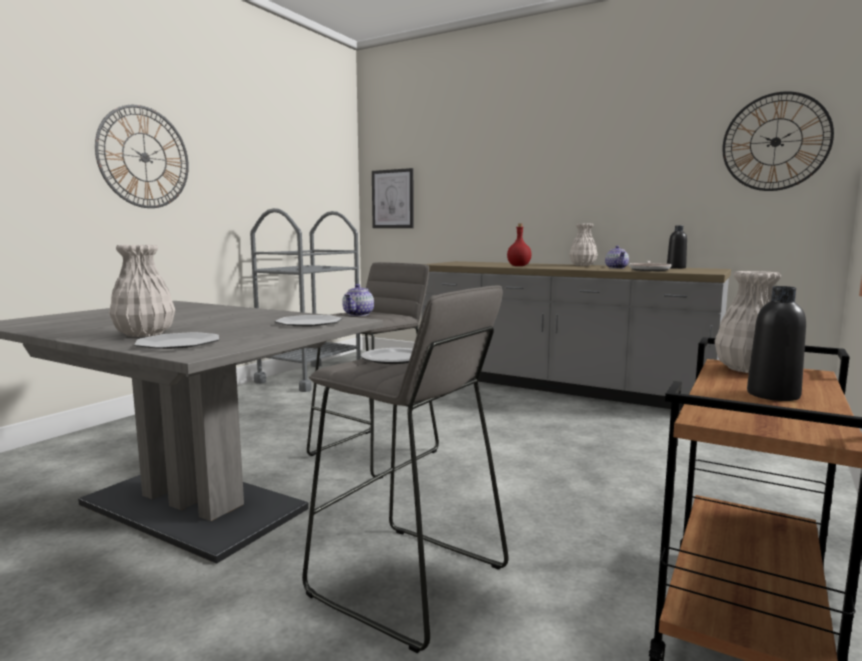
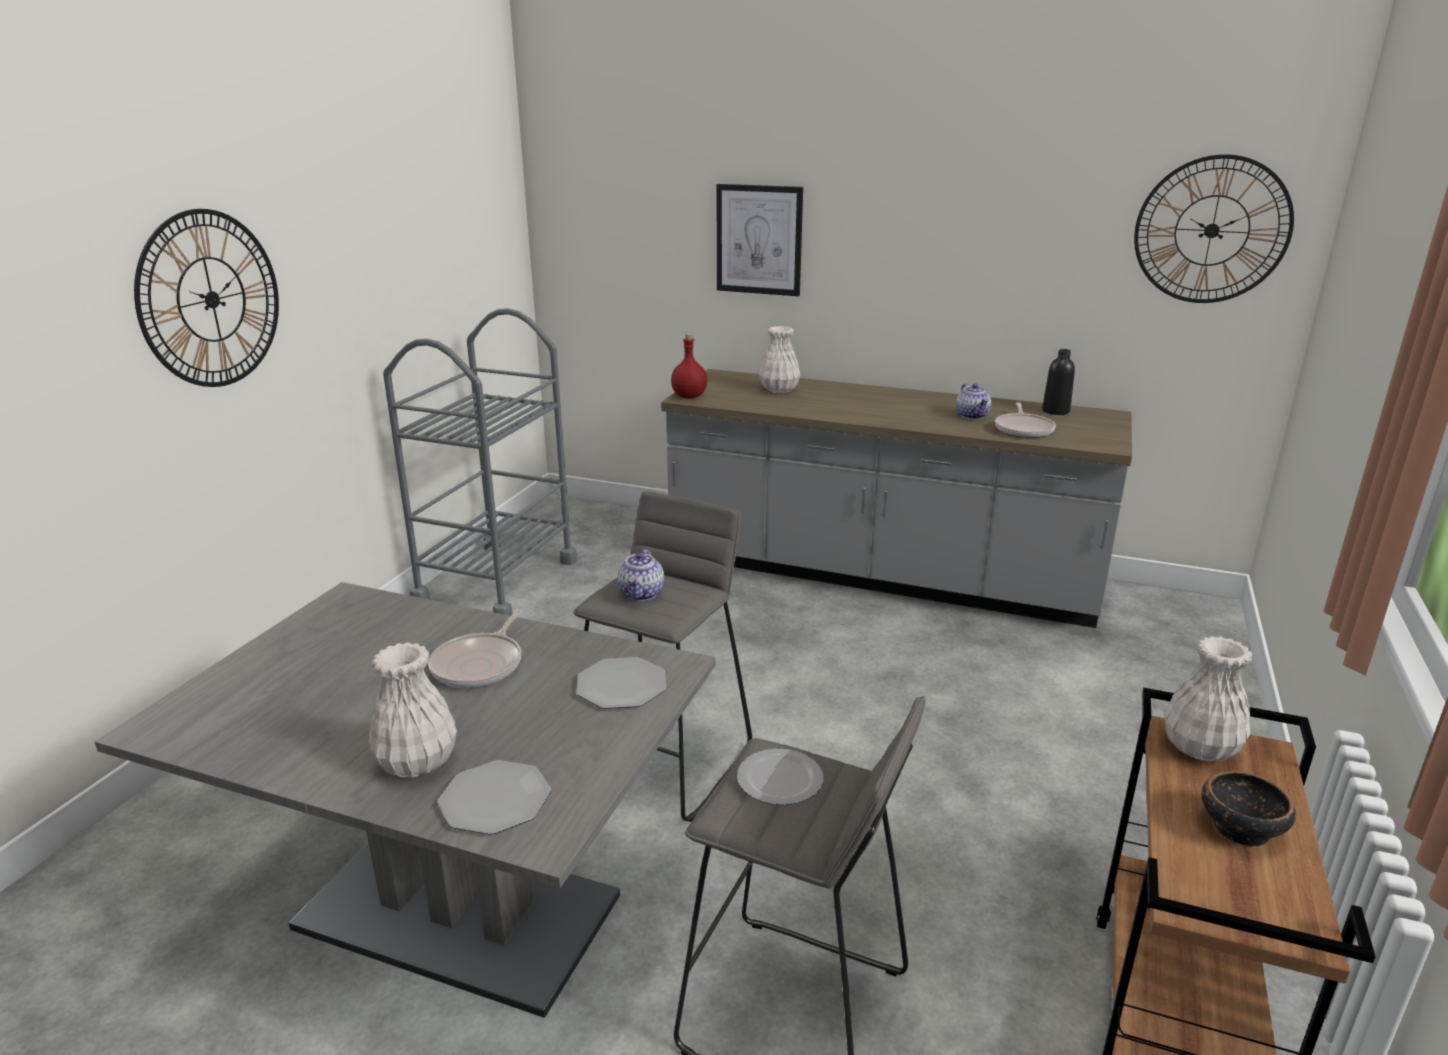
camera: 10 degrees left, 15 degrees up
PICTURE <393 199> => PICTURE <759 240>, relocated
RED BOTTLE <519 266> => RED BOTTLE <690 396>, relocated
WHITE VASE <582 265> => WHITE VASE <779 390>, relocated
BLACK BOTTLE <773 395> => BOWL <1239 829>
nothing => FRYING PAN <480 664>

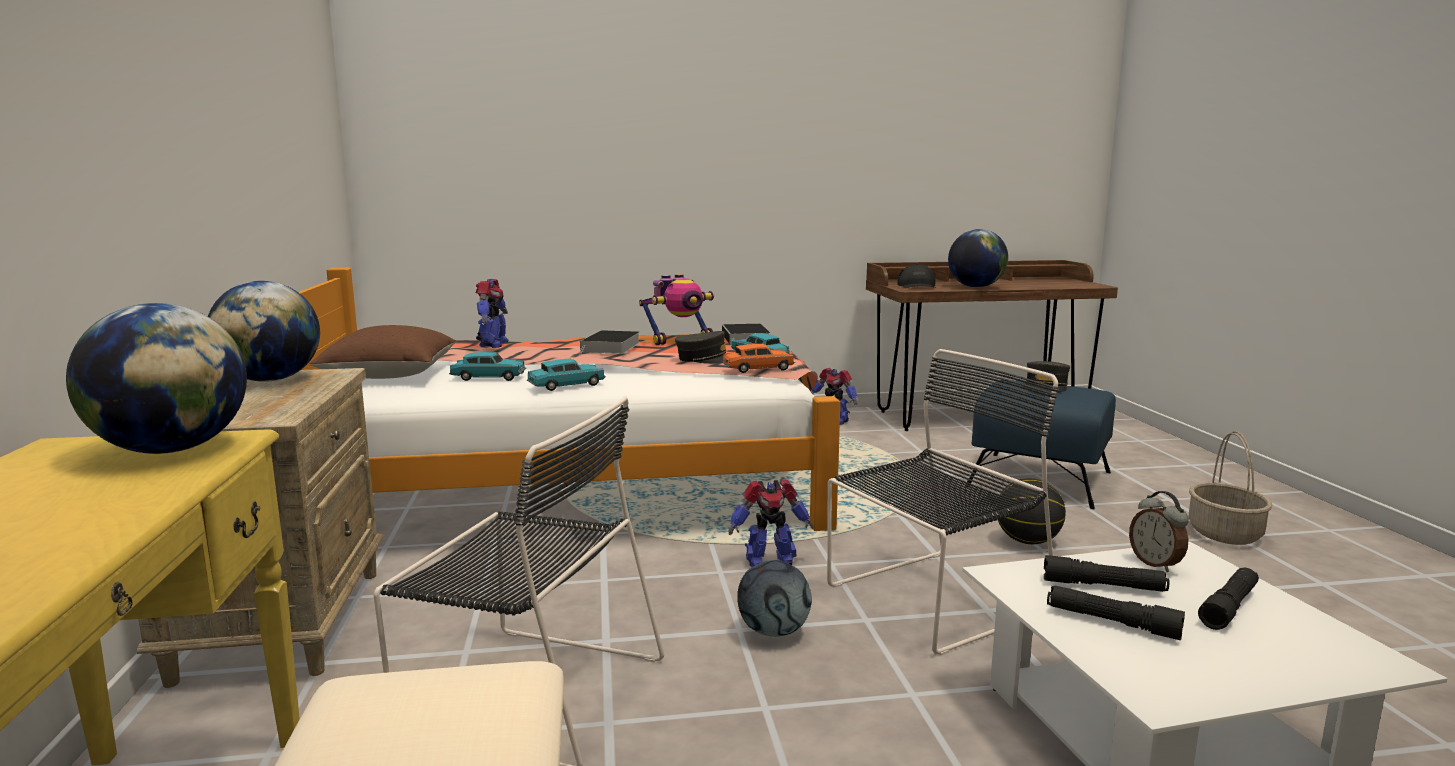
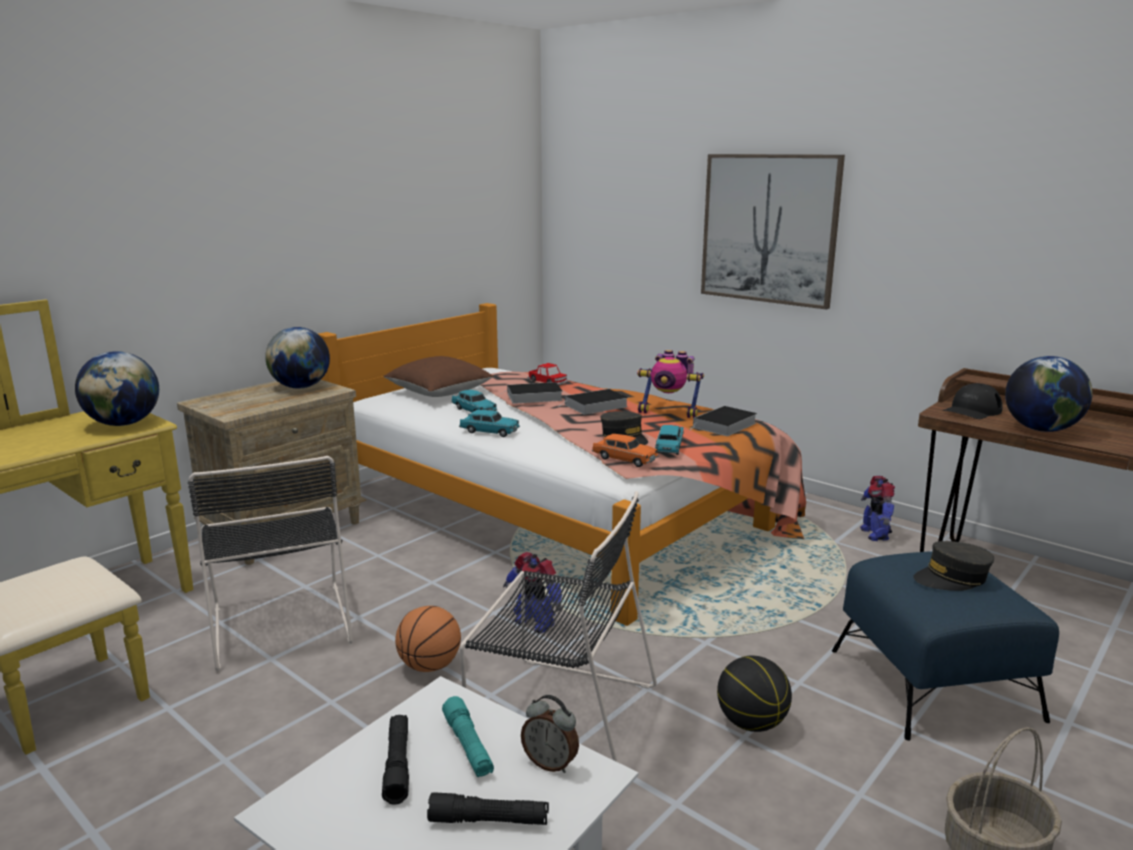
camera: 50 degrees right, 5 degrees up
TOY ROBOT <492 344> => TOY CAR <547 382>
ALARM CLOCK <1156 564> => ALARM CLOCK <550 763>, 90 degrees counterclockwise
BLACK FLASHLIGHT <1103 586> => TURQUOISE FLASHLIGHT <468 746>
FOOTBALL <773 632> => BASKETBALL <429 666>
nothing => PICTURE <769 229>
nothing => BOOK <532 397>

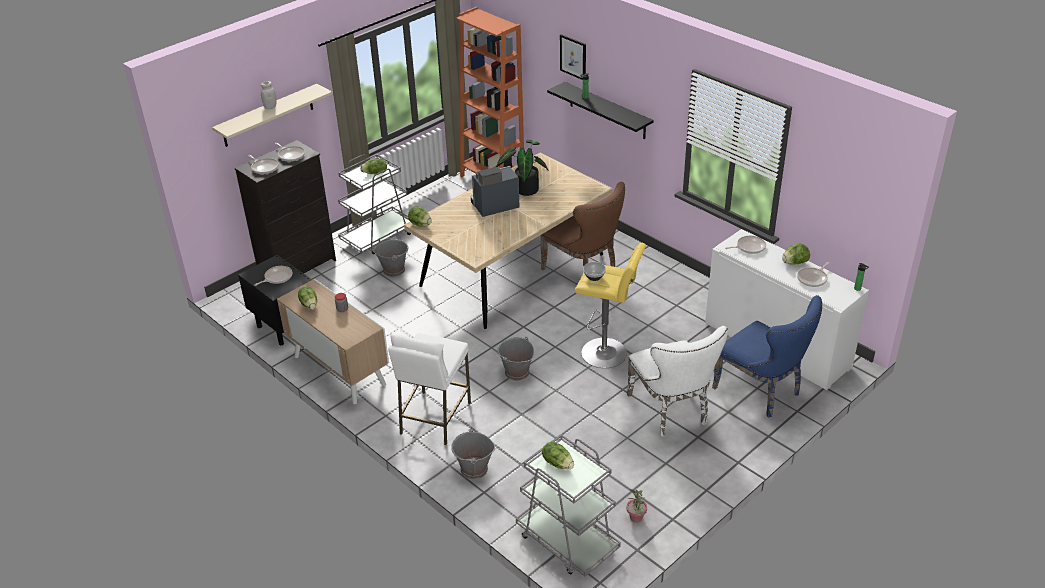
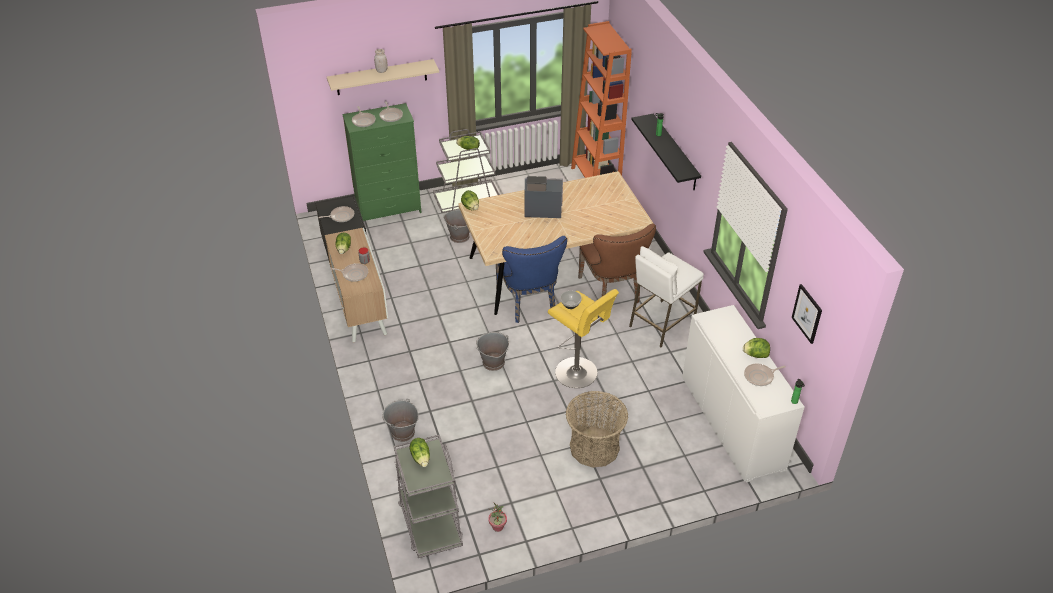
camera: 25 degrees right, 5 degrees up
PICTURE <573 57> => PICTURE <807 313>, relocated
BLACK DRESSER <298 268> => GREEN DRESSER <389 209>
POTTED PLANT <524 188> => nothing
FRYING PAN <749 247> => FRYING PAN <354 274>, relocated
BLUE CHAIR <762 392> => BLUE CHAIR <529 304>, relocated
WHITE CHAIR <672 412> => BASKET <594 447>
WHITE STOOL <435 418> => WHITE STOOL <661 324>, relocated

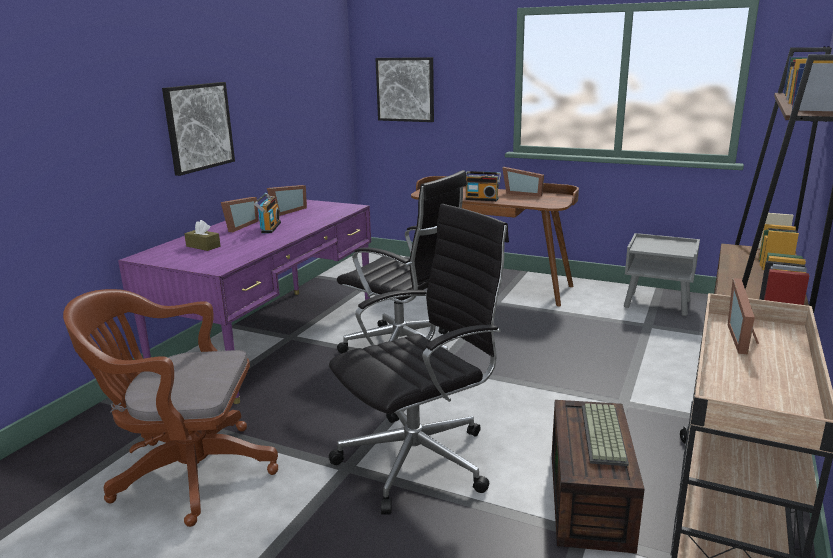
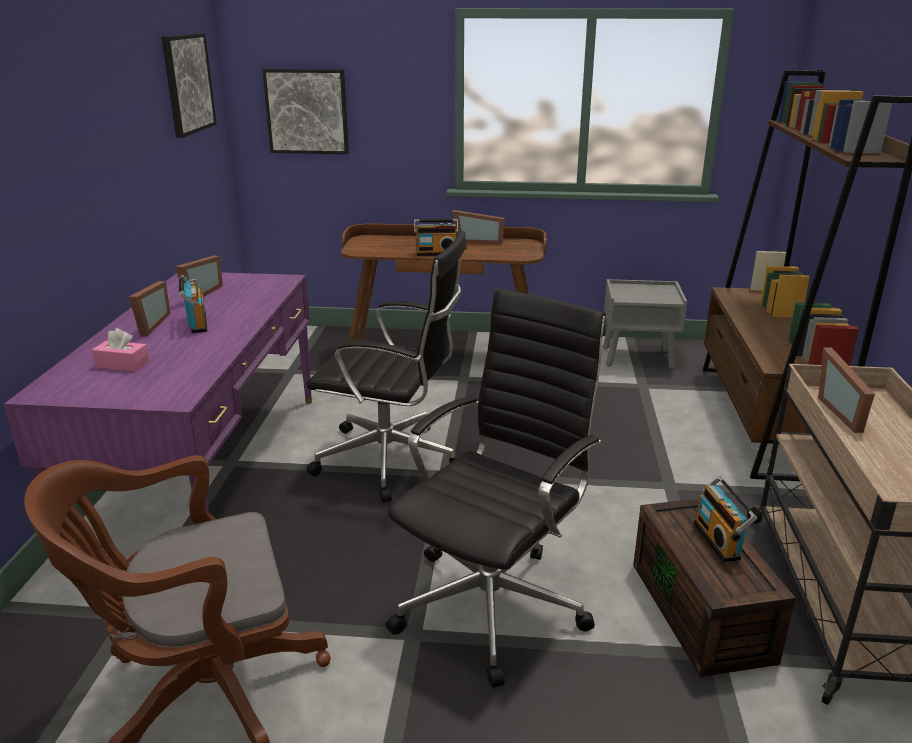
camera: 20 degrees left, 5 degrees up
PICTURE <198 127> => PICTURE <187 84>, relocated
BROWN TISSUE BOX <203 246> => PINK TISSUE BOX <122 364>
KEYBOARD <605 435> => RADIO <719 540>

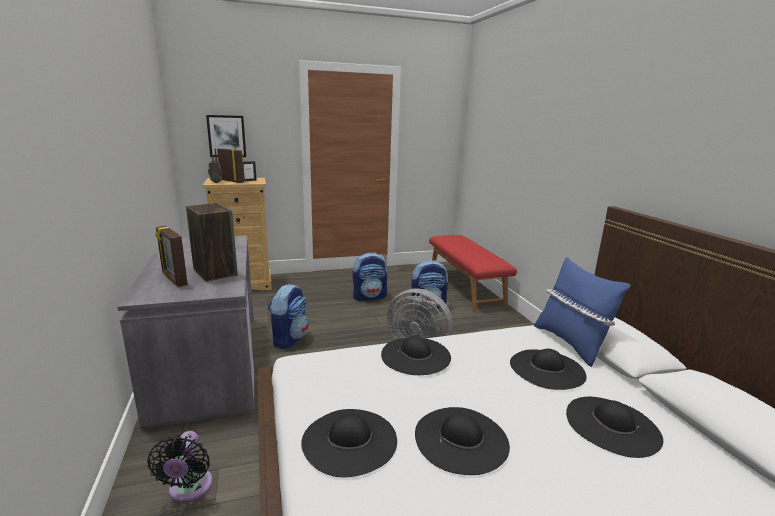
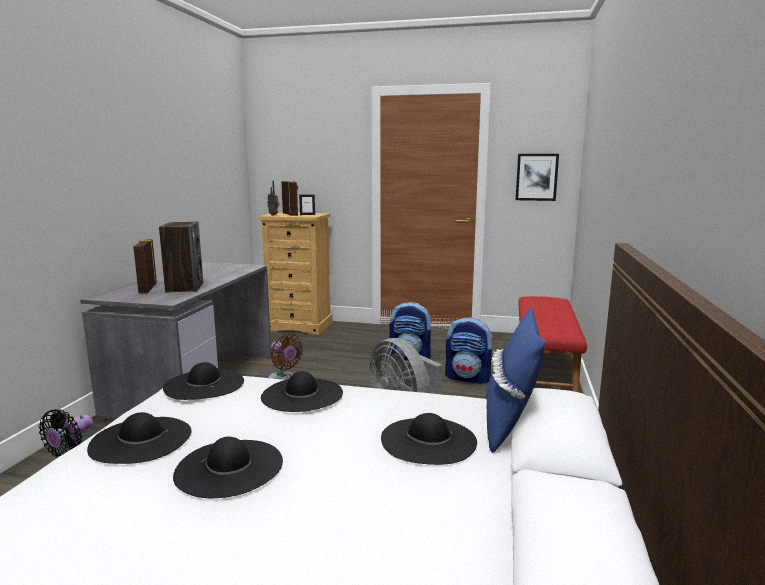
camera: 30 degrees right, 5 degrees down
PICTURE <226 136> => PICTURE <536 177>, relocated
BACKPACK <289 339> => BROWN FAN <283 379>
BLACK HAT <612 425> => BLACK HAT <204 384>, relocated

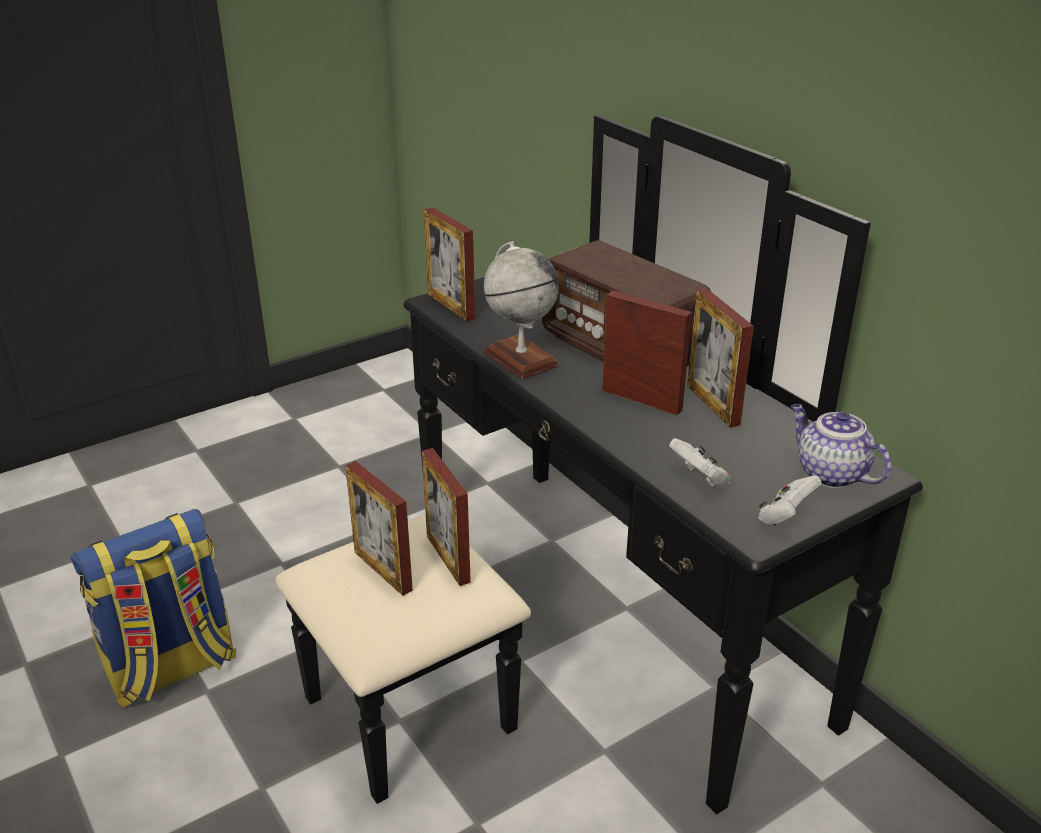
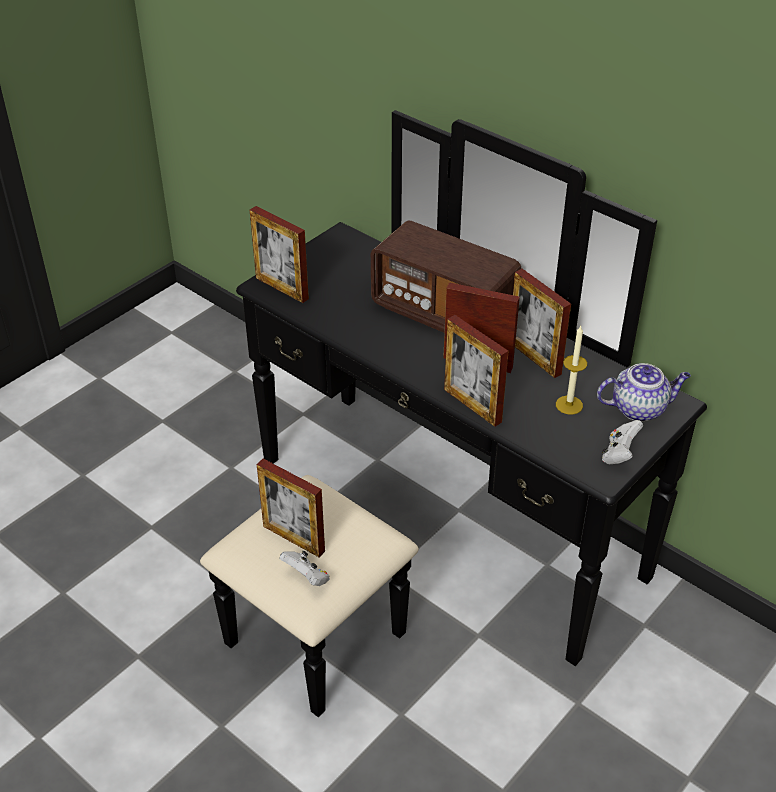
camera: 15 degrees left, 10 degrees up
GLOBE <520 358> => nothing
TEAPOT <829 473> => TEAPOT <639 408>, 135 degrees clockwise
WHITE GAME CONTROLLER <700 479> => WHITE GAME CONTROLLER <307 578>, relocated
PICTURE FRAME <448 559> => PICTURE FRAME <472 405>, relocated
BACKPACK <171 669> => nothing
nothing => CANDLE <569 405>

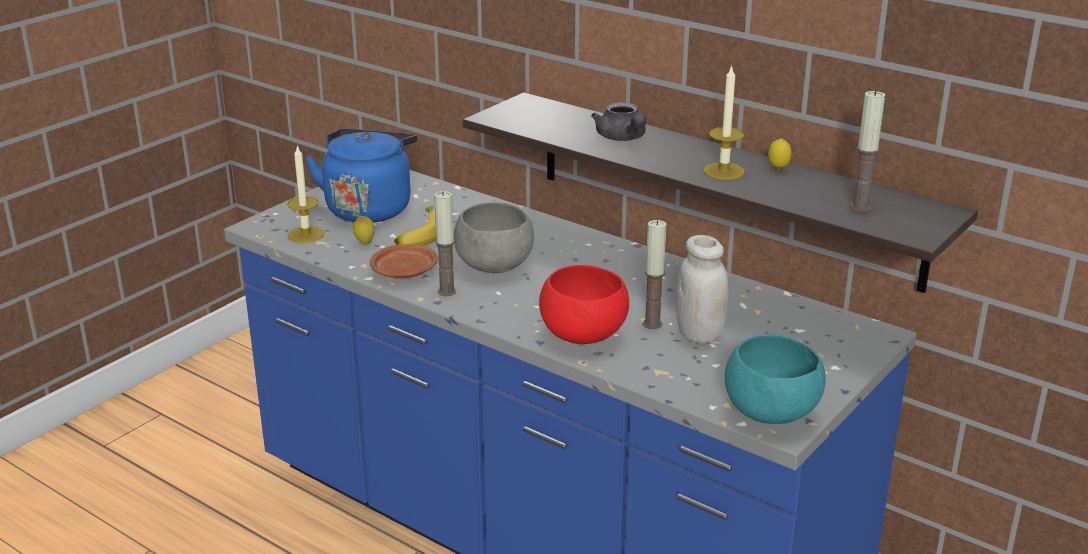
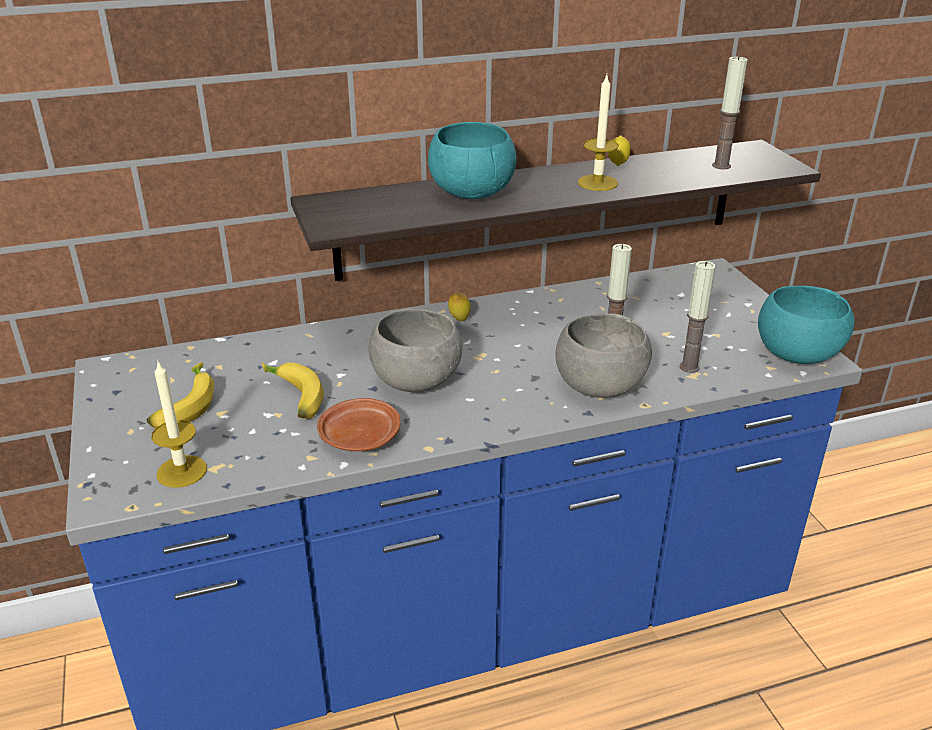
camera: 55 degrees left, 5 degrees up
GREY TEAPOT <622 138> => TURQUOISE BOWL <473 194>
BLUE KETTLE <369 208> => BANANA <183 406>
CANDLE <447 291> => CANDLE <689 367>, relocated
LEMON <364 242> => LEMON <459 320>, relocated
WHITE JAR <699 334> => nothing
RED BOWL <583 335> => GREY BOWL <598 386>

